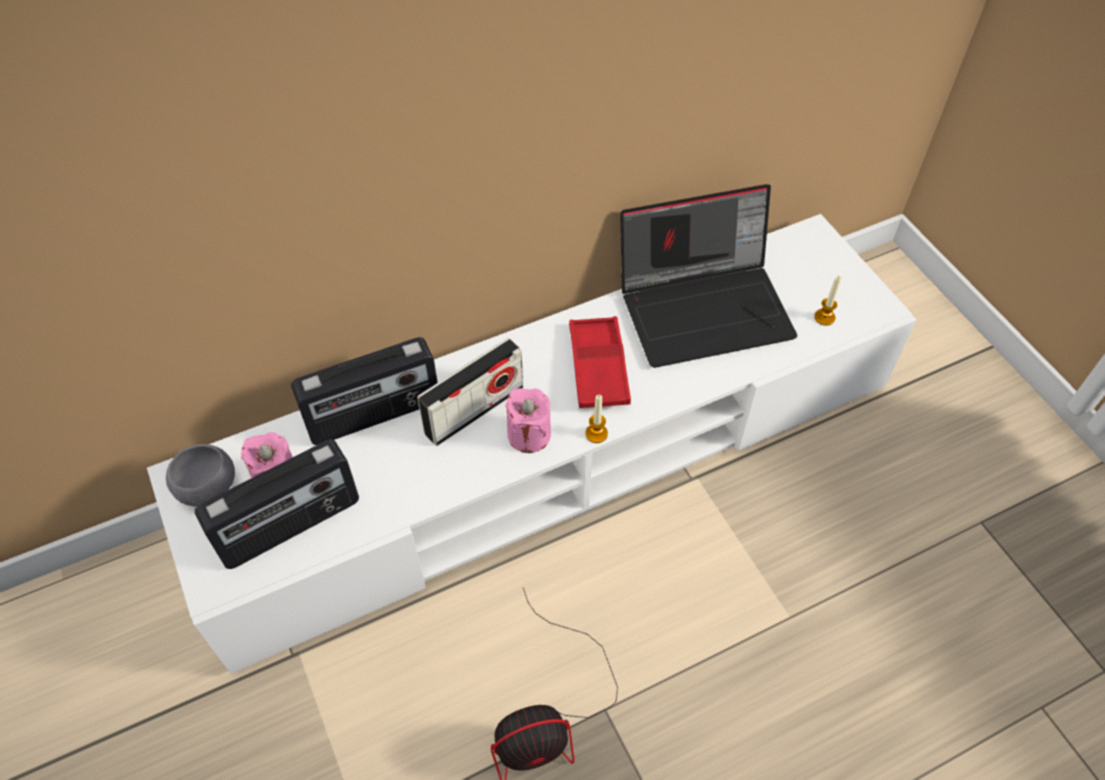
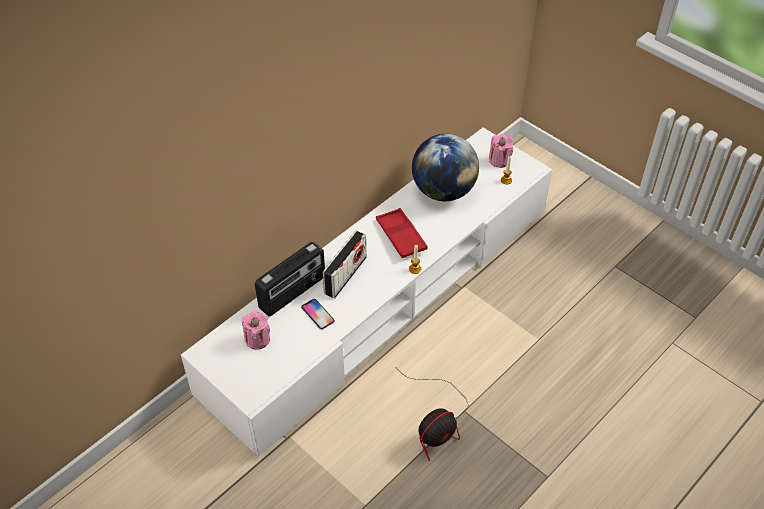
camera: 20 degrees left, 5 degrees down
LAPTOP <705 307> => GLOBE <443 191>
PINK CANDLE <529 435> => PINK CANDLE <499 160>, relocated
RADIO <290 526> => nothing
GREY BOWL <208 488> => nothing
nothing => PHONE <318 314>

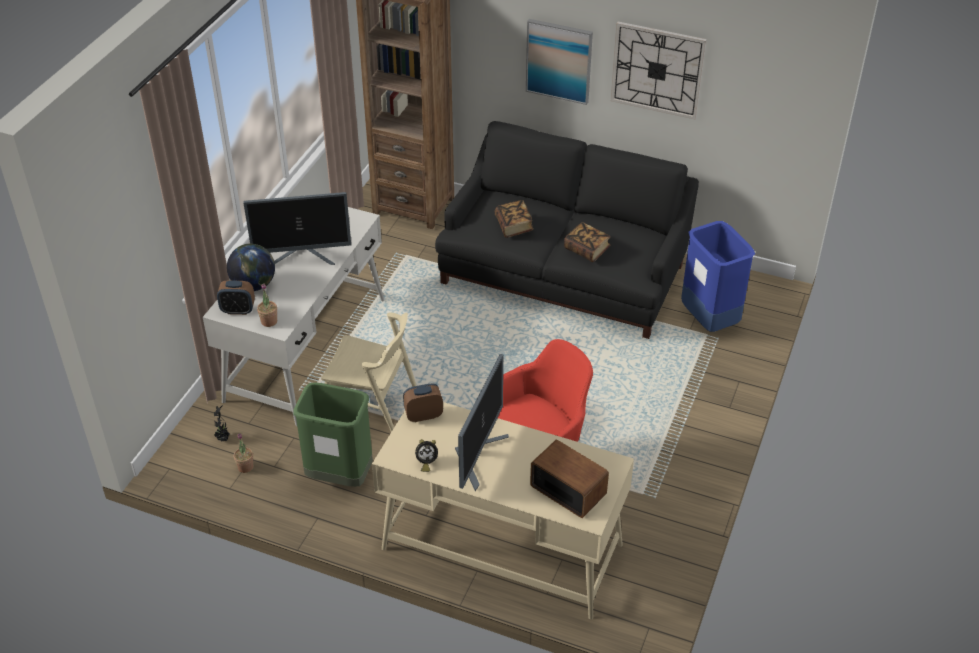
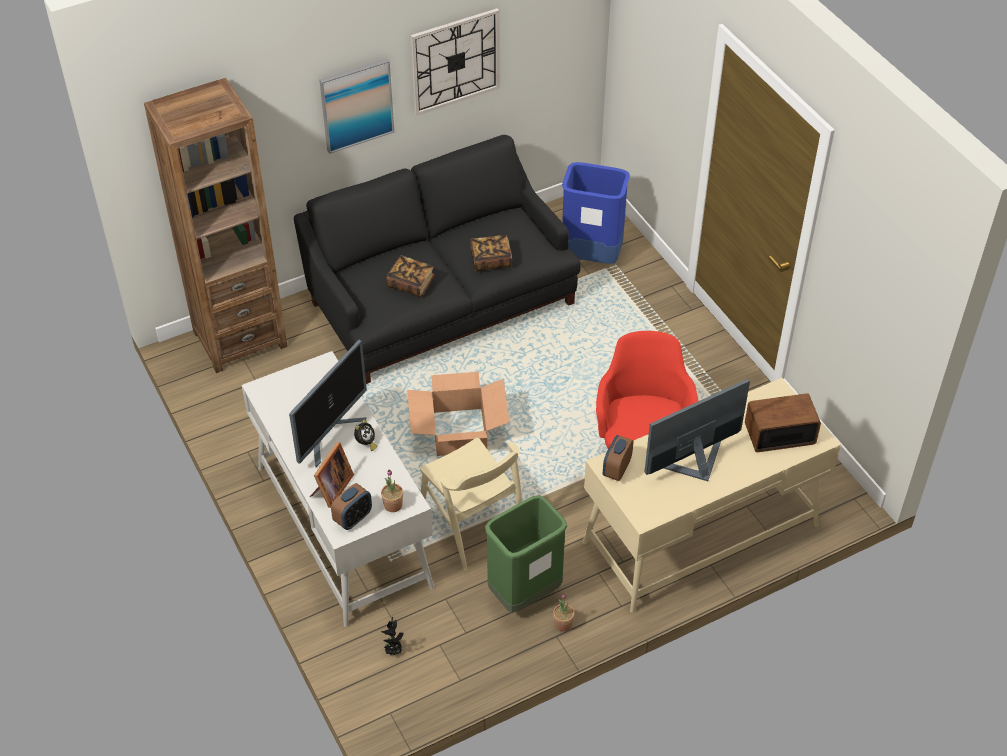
camera: 50 degrees left, 5 degrees up
GLOBE <254 285> => PICTURE FRAME <331 489>
BEIGE CHAIR <373 412> => BEIGE CHAIR <472 525>, 90 degrees clockwise
MONITOR <477 456> => MONITOR <694 464>, 90 degrees counterclockwise
POTTED PLANT <245 467> => POTTED PLANT <563 624>, relocated
ALARM CLOCK <426 462> => ALARM CLOCK <366 443>, relocated
nothing => CARDBOARD BOX <458 433>

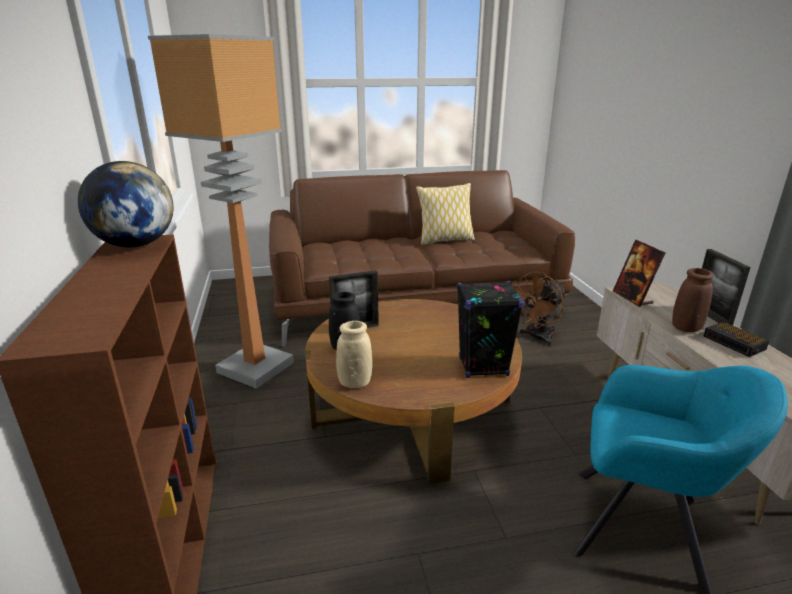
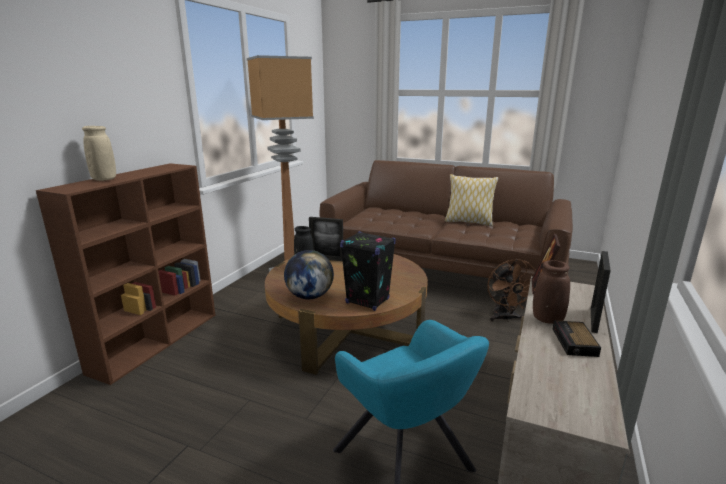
camera: 35 degrees right, 5 degrees down
GLOBE <135 245> => GLOBE <309 296>, relocated
BROWN FAN <536 338> => BROWN FAN <505 318>, 90 degrees counterclockwise
BEIGE VASE <355 383> => BEIGE VASE <104 179>, relocated

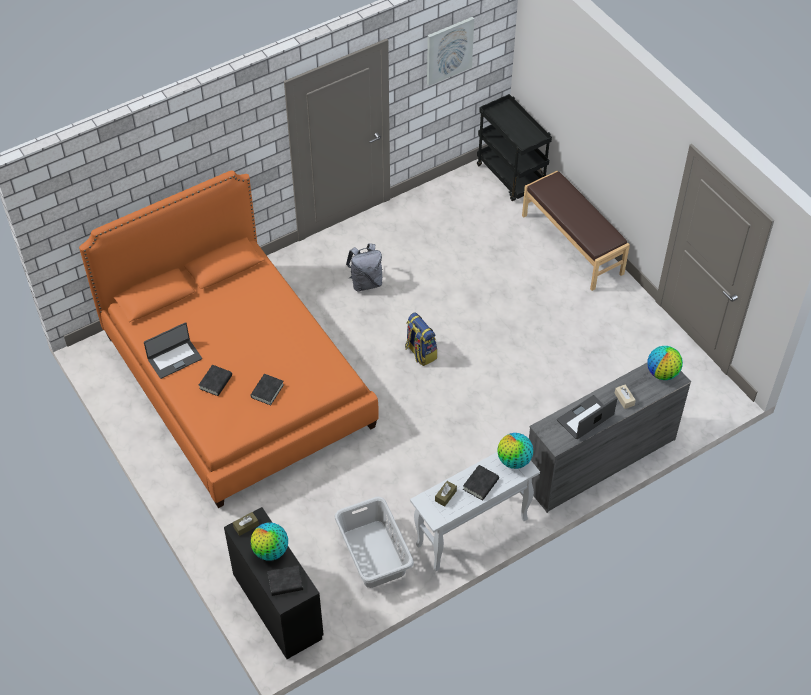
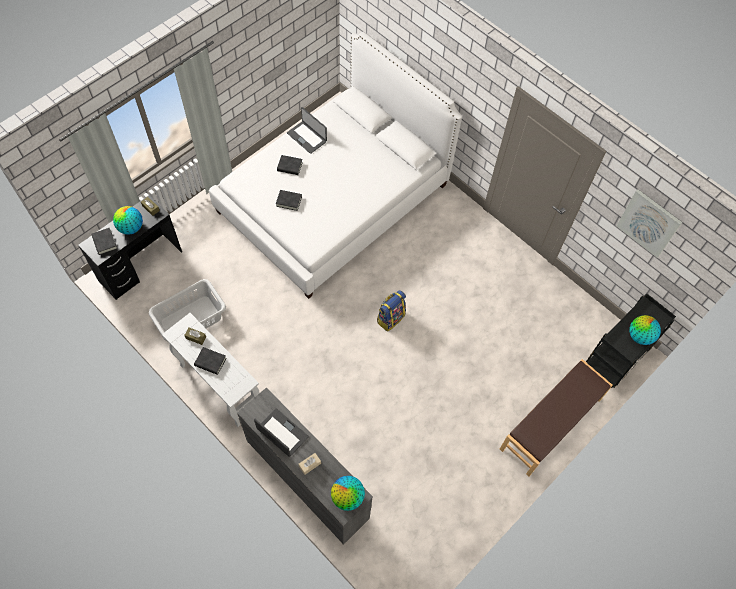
camera: 75 degrees right, 10 degrees up
ORANGE BED <237 380> => WHITE BED <333 197>
GREY BACKPACK <366 282> => nothing
GLOBE <514 460> => GLOBE <639 336>, relocated

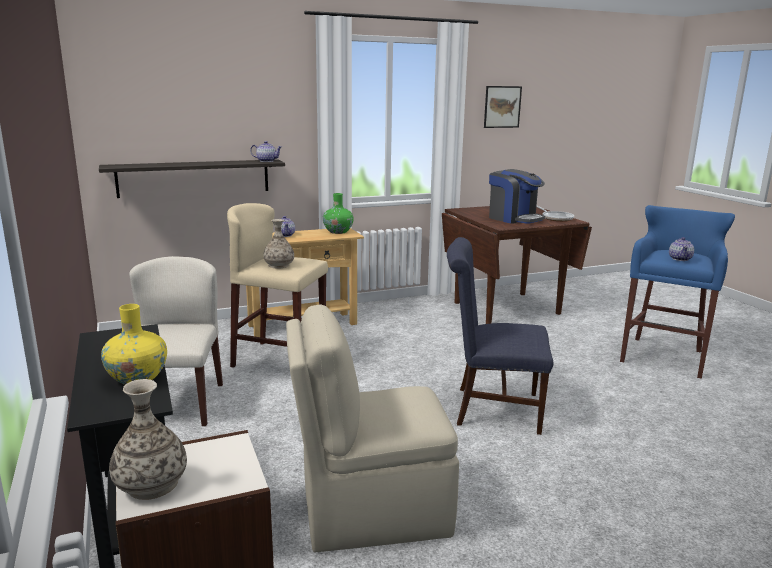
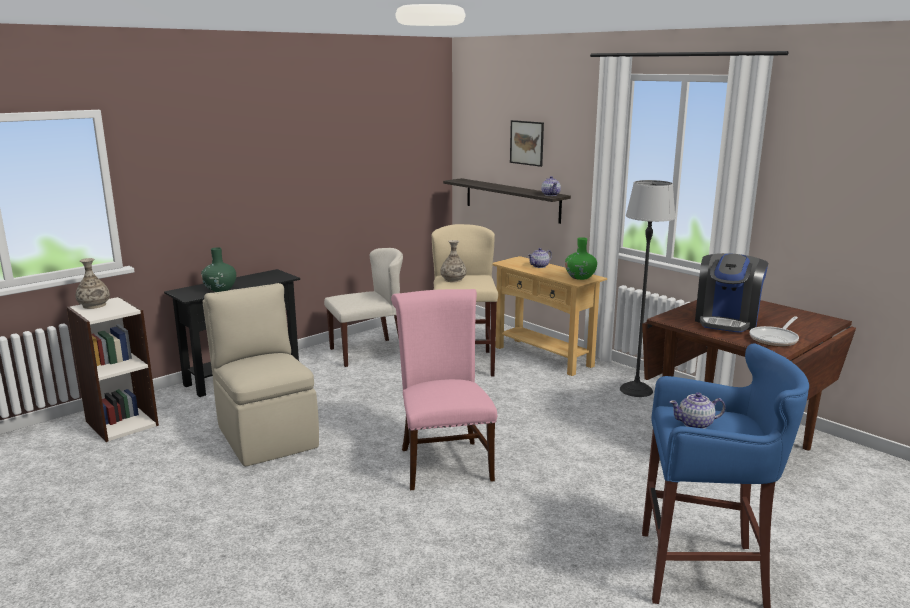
camera: 70 degrees right, 0 degrees up
PICTURE <502 107> => PICTURE <527 143>, relocated
BLUE CHAIR <491 409> => PINK CHAIR <443 461>
YELLOW VASE <137 378> => GREEN VASE <220 289>
nothing => FLOOR LAMP <636 390>

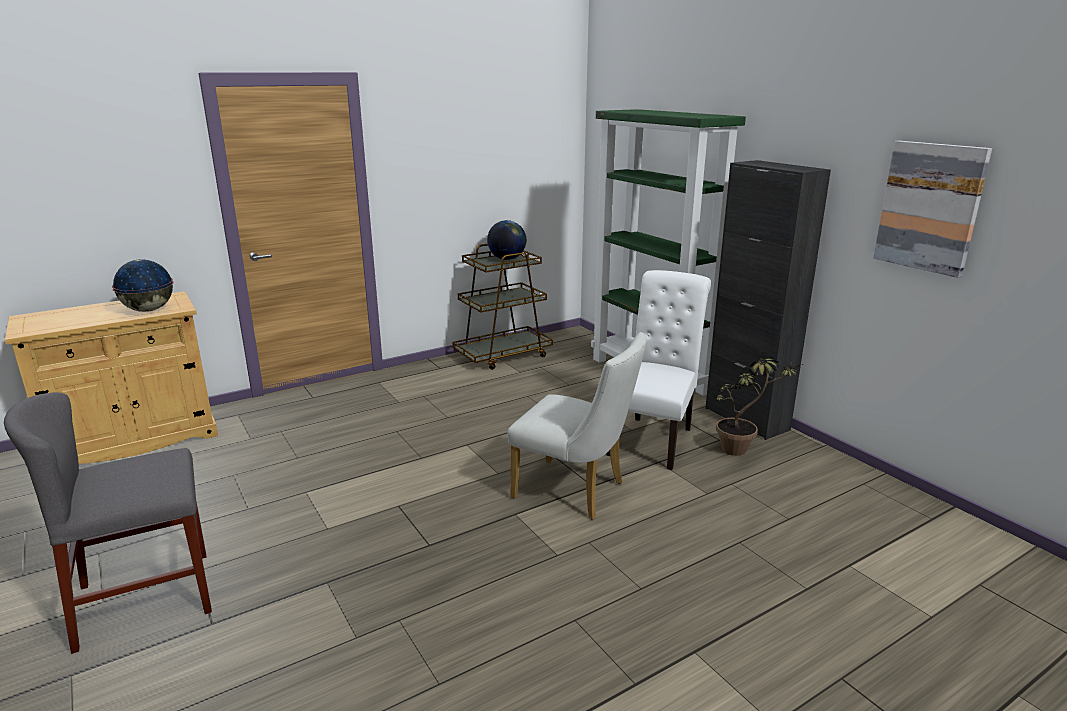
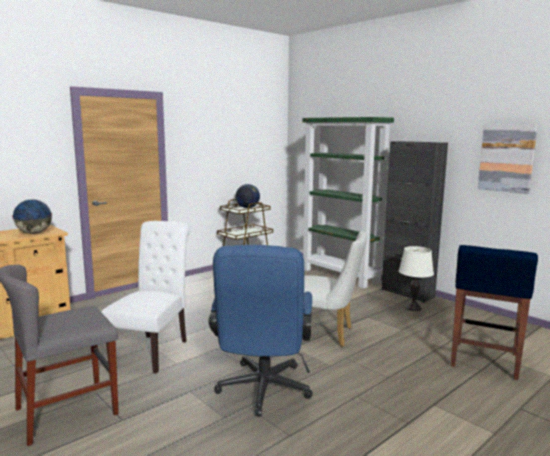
camera: 10 degrees left, 10 degrees down
WHITE CHAIR <653 439> => WHITE CHAIR <153 350>, relocated
POTTED PLANT <743 450> => WHITE TABLE LAMP <413 308>
nothing => BLUE OFFICE CHAIR <262 392>
nothing => BLUE STOOL <484 361>

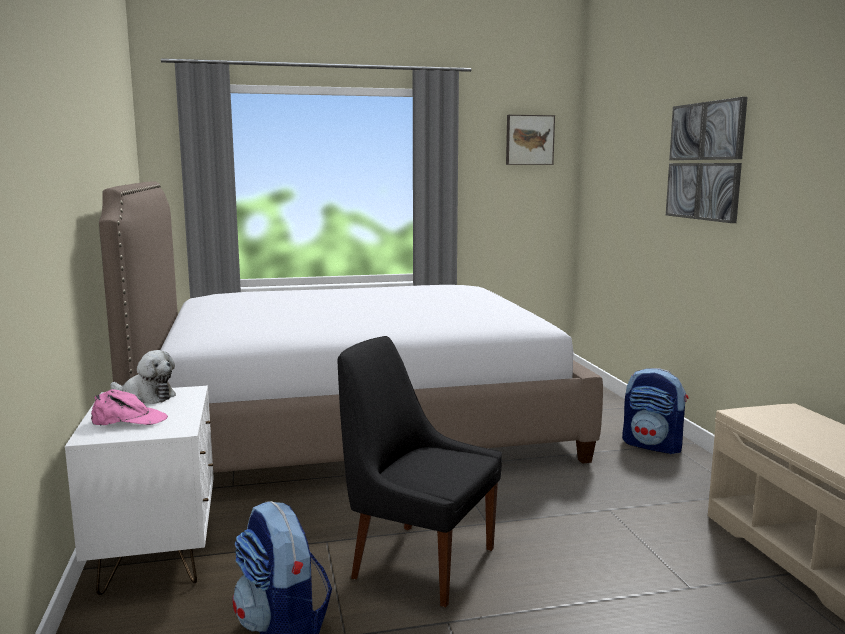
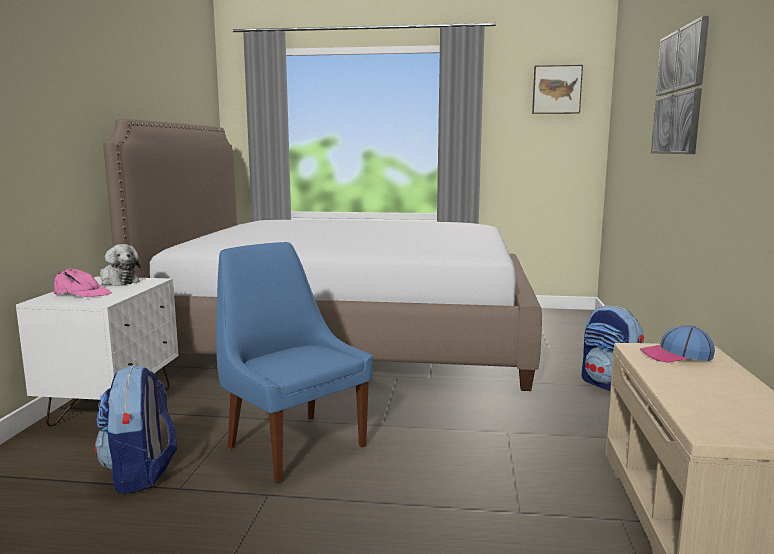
camera: 20 degrees right, 0 degrees up
BLACK CHAIR <418 561> => BLUE CHAIR <293 445>
nothing => CAP <676 355>

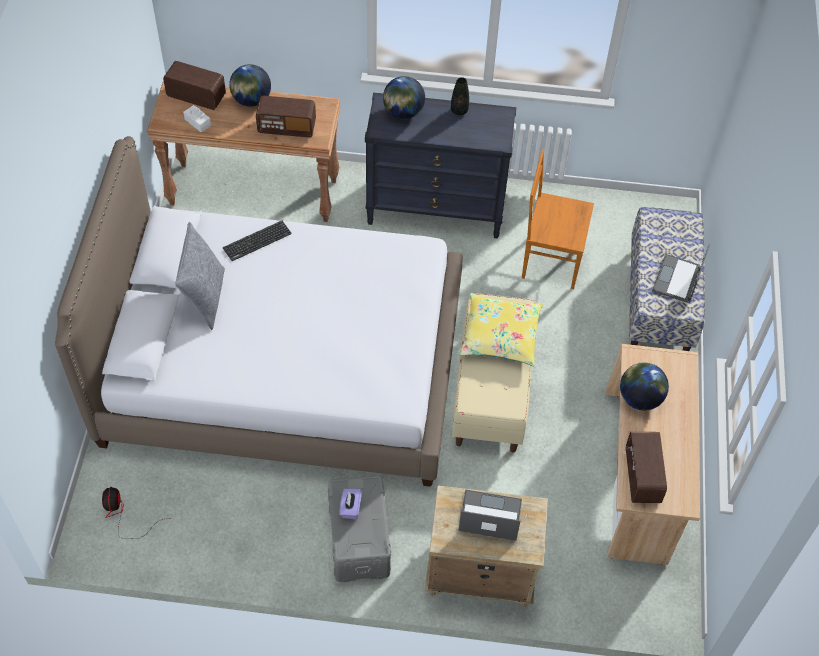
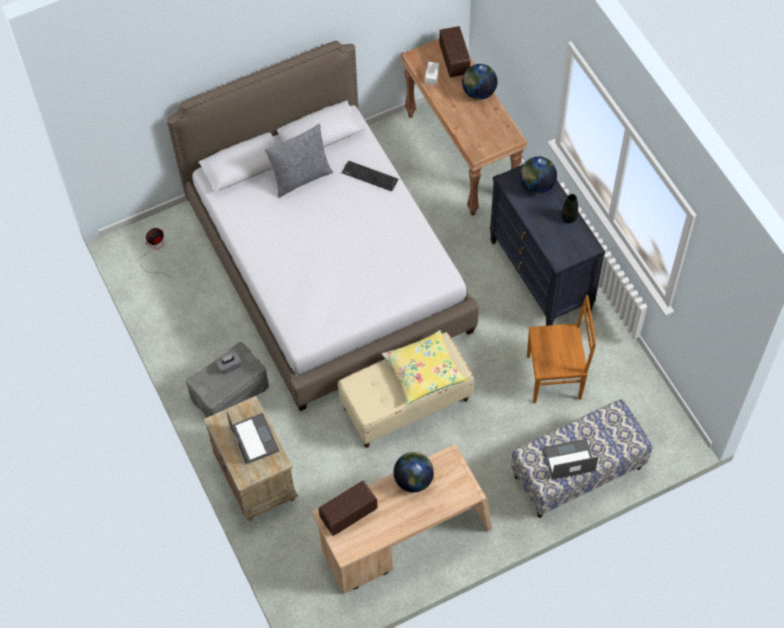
camera: 60 degrees right, 5 degrees up
RADIO <287 127> => nothing
BROWN CHAIR <550 260> => BROWN CHAIR <556 377>, 105 degrees clockwise
PURPLE TISSUE BOX <350 508> => GREY TISSUE BOX <229 366>

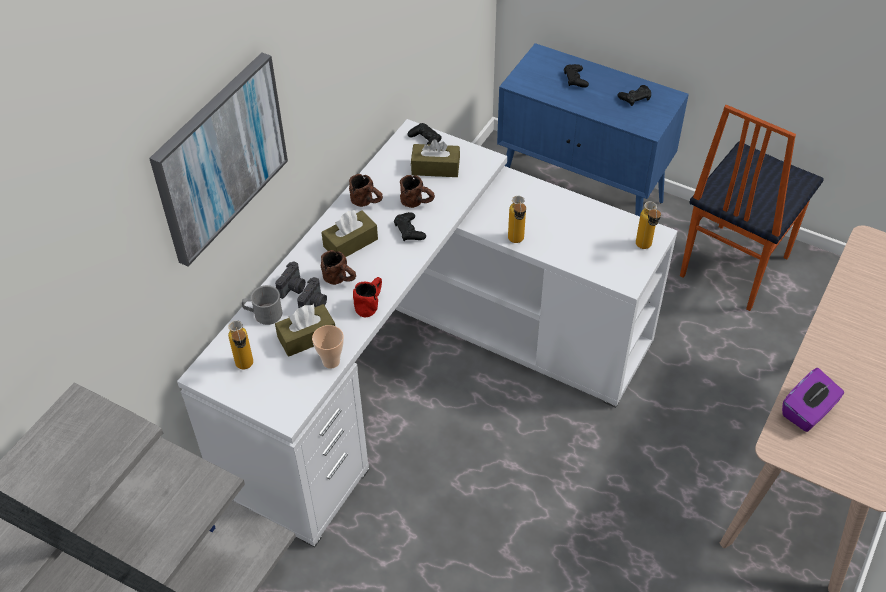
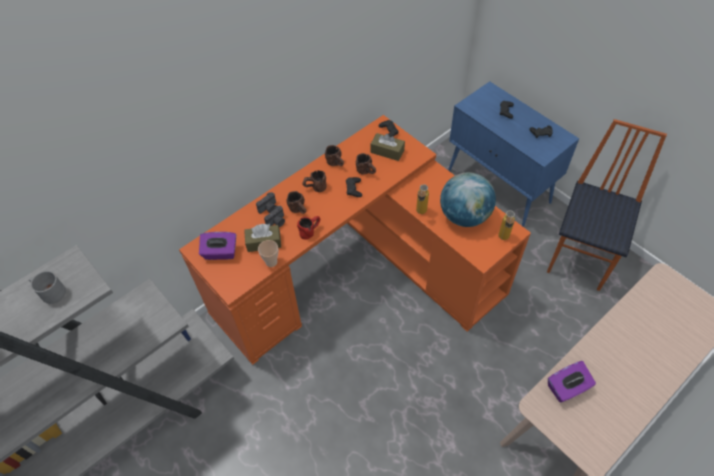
camera: 20 degrees right, 5 degrees up
PICTURE <220 157> => nothing
CHAIR <732 266> => CHAIR <581 258>, 150 degrees clockwise
WHITE DESK <426 367> => ORANGE DESK <360 271>
BROWN TISSUE BOX <350 243> => BROWN MUG <315 188>
GREY MUG <263 314> => GREY MUG <50 292>, relocated
BOTTLE <246 369> => PURPLE TISSUE BOX <220 253>
nothing => GLOBE <464 216>

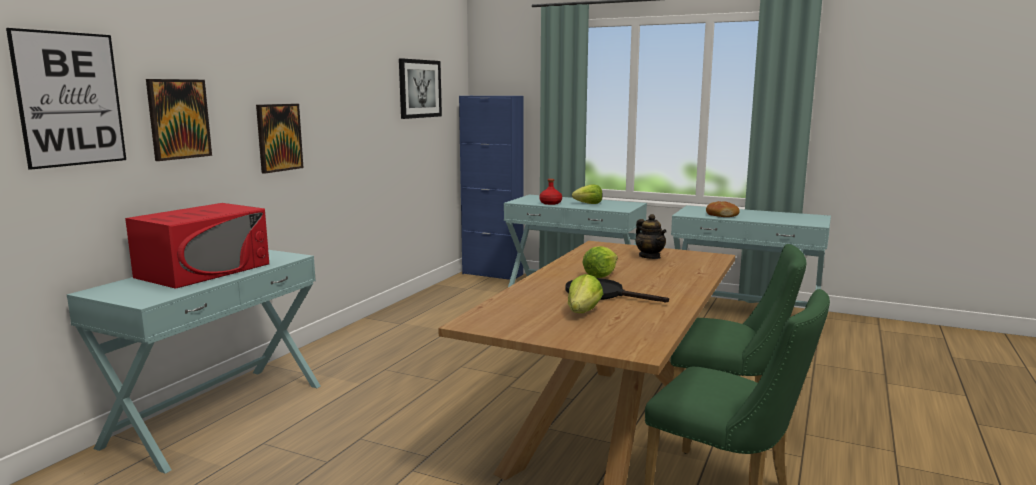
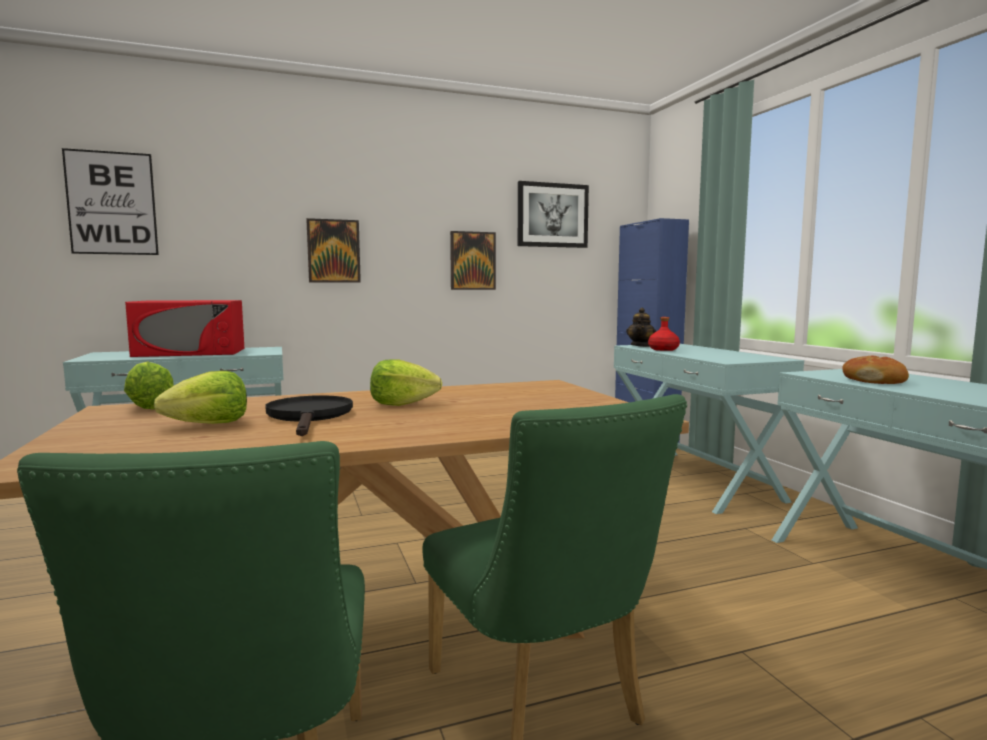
camera: 45 degrees right, 5 degrees down
PICTURE <178 119> => PICTURE <472 261>, relocated
LETTUCE <588 203> => LETTUCE <149 407>, relocated
TEAPOT <650 257> => TEAPOT <640 346>, relocated

